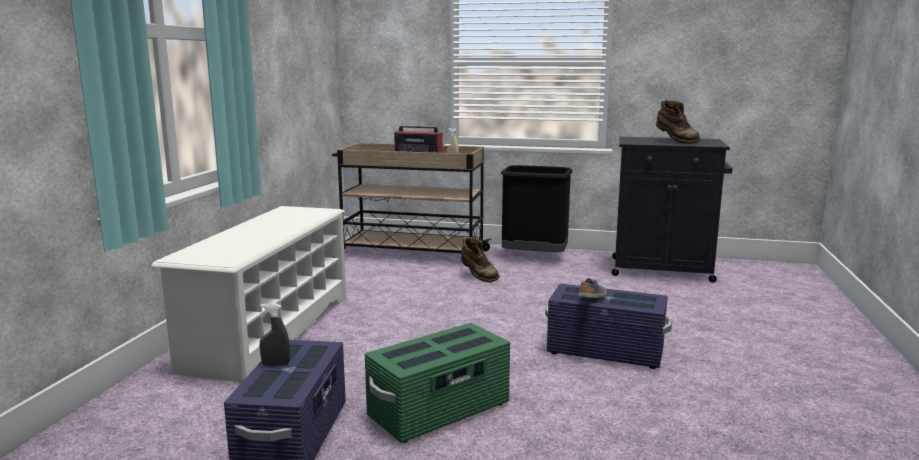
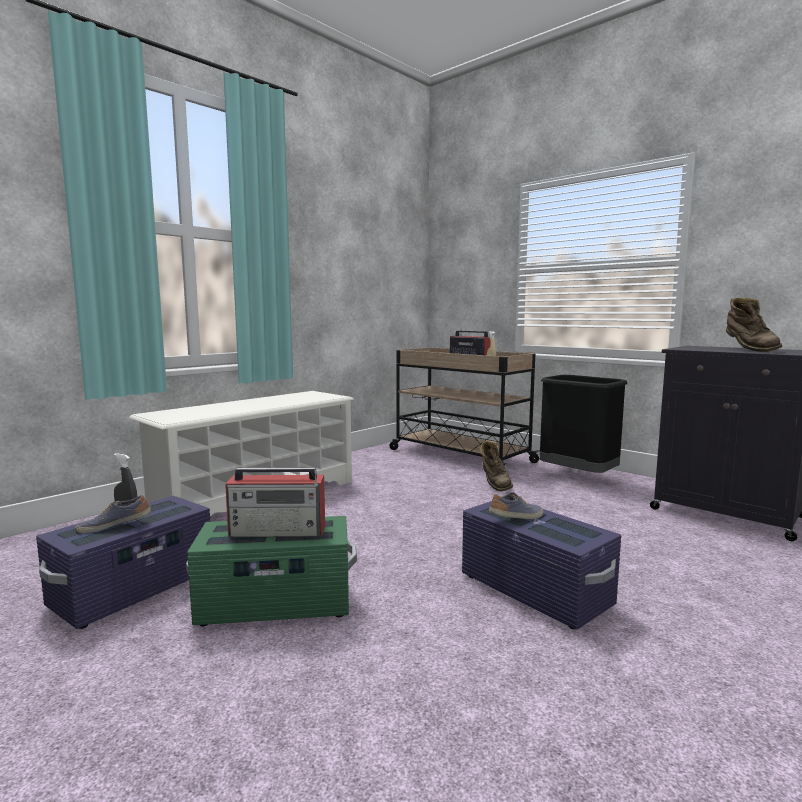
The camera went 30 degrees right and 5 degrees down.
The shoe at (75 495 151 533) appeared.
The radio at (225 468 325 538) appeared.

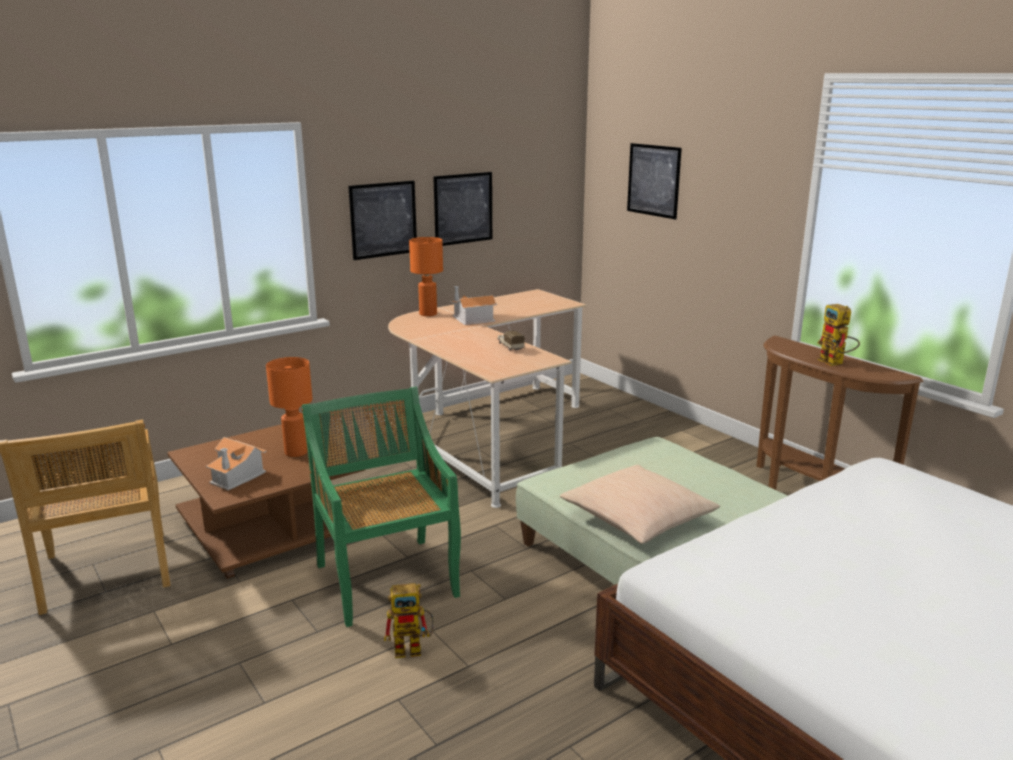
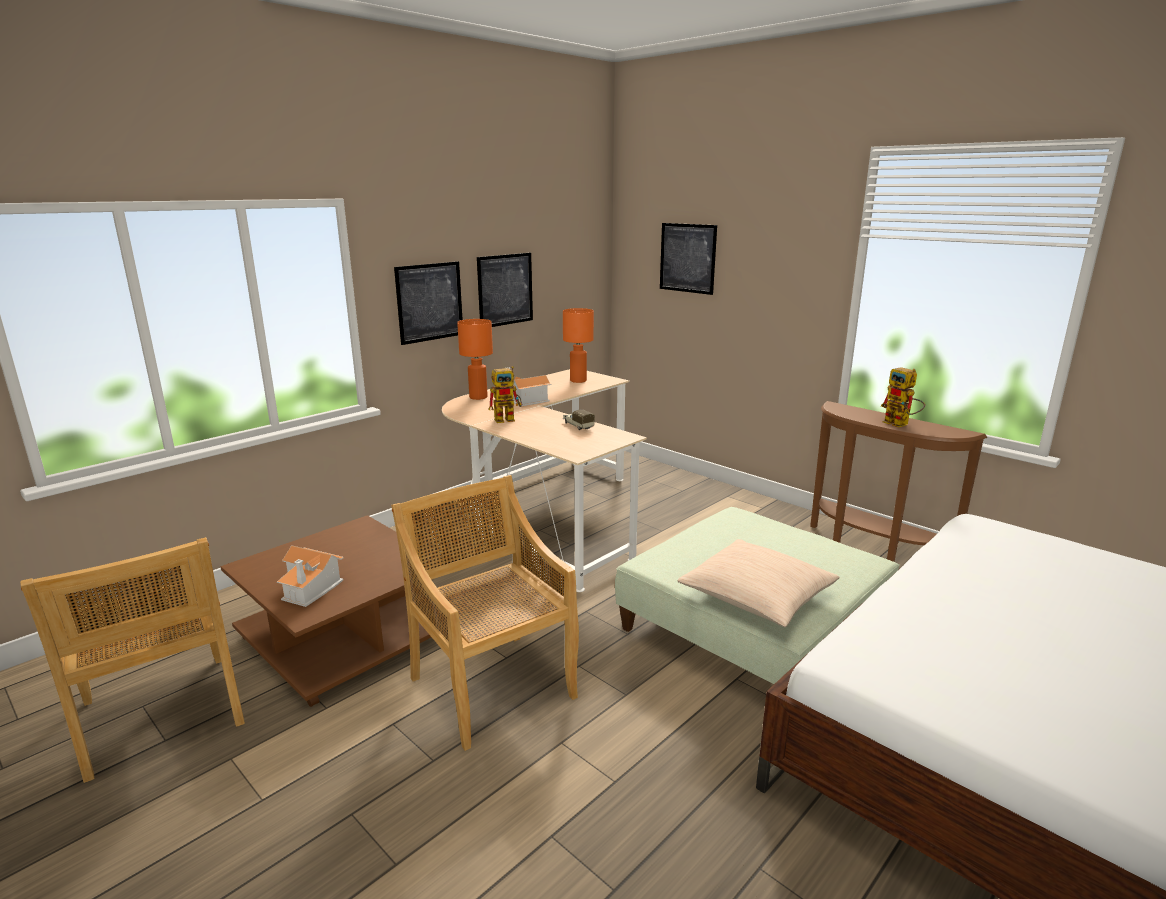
The camera went 10 degrees left and 0 degrees up.
The green chair at (302 387 461 627) became the beige chair at (391 475 579 751).
The toy robot moved from (384 583 434 658) to (488 366 522 423).
The orange table lamp moved from (266 357 312 457) to (563 308 594 383).

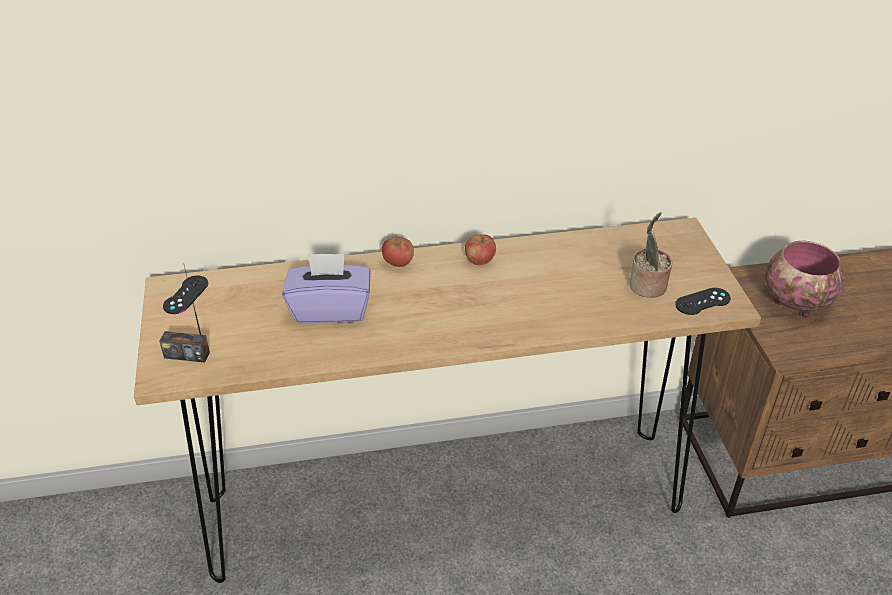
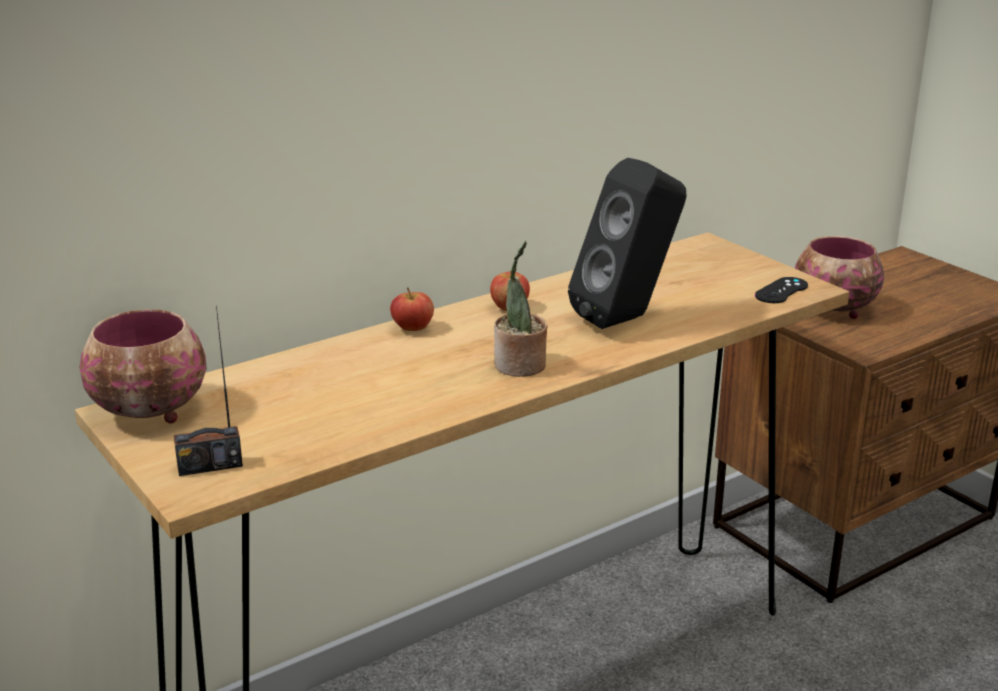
The camera went 25 degrees left and 15 degrees down.
The black game controller at (163 276 208 314) was replaced by the bowl at (80 309 207 423).
The potted plant moved from (630 212 672 298) to (494 241 547 377).
The black speaker at (568 158 687 329) appeared.
The purple tissue box at (282 253 370 323) disappeared.

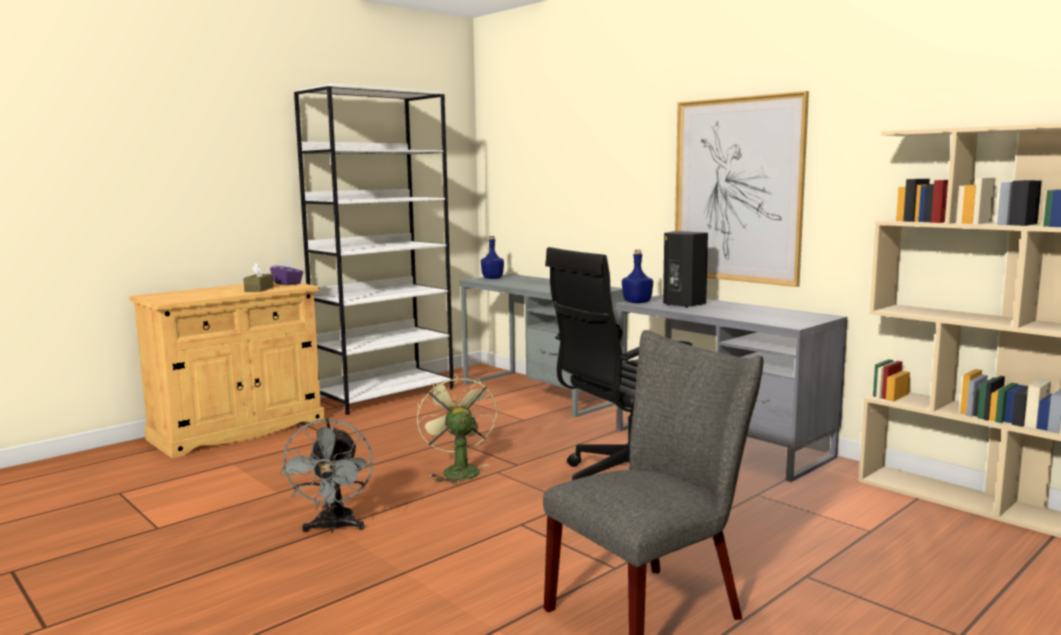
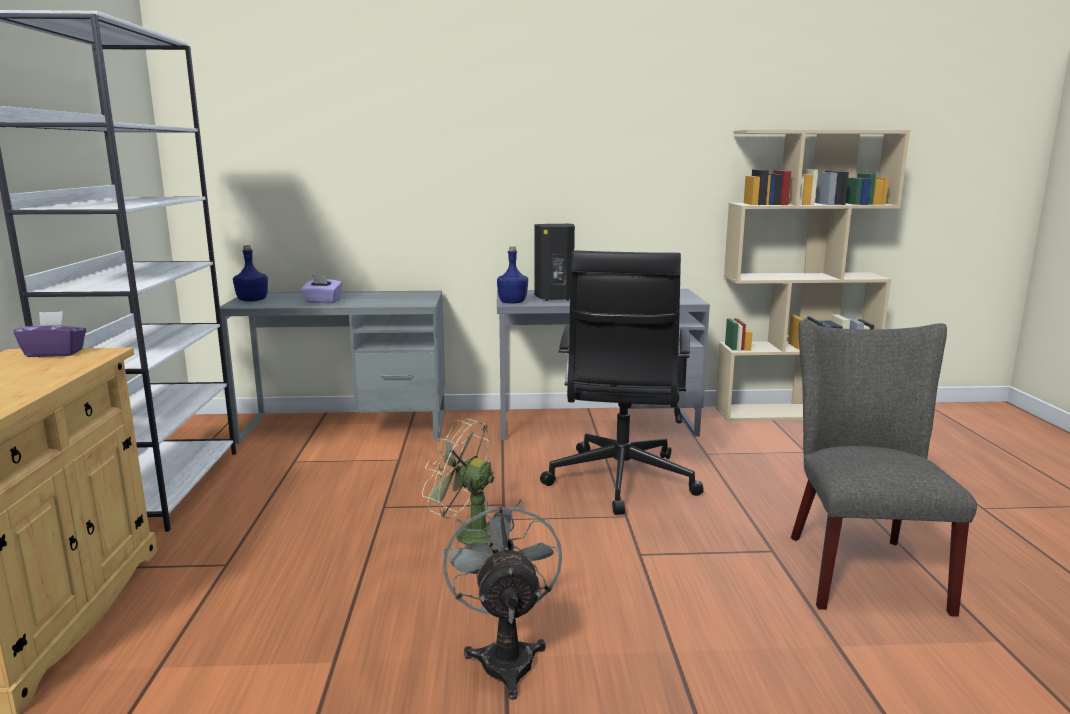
The camera went 50 degrees left and 5 degrees up.
The purple tissue box at (301 275 342 303) appeared.
The grey fan at (280 418 373 533) turned 135 degrees counterclockwise.
The brown tissue box at (243 263 274 292) disappeared.
The picture at (675 91 809 287) disappeared.

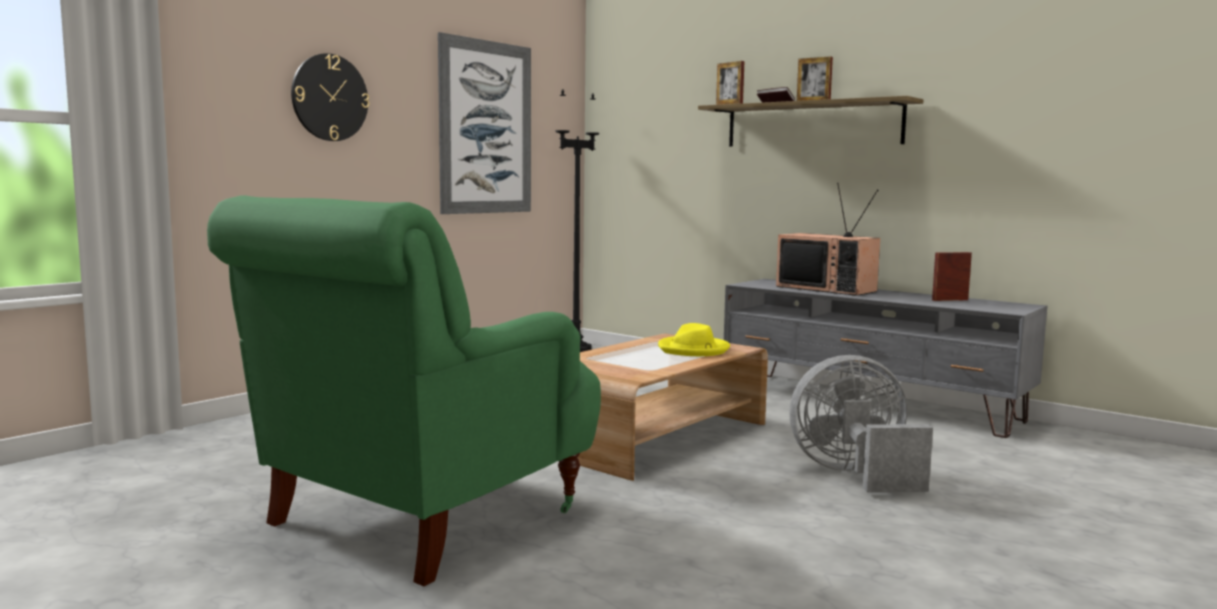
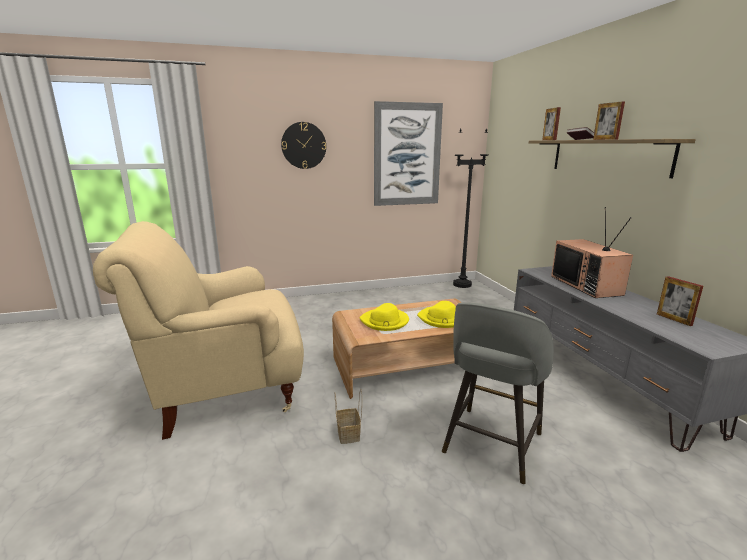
The camera went 35 degrees right and 10 degrees up.
The green armchair at (207 195 601 586) became the beige armchair at (93 221 304 440).
The basket at (335 389 362 444) appeared.
The yellow hat at (360 303 409 331) appeared.
The grey fan at (789 355 933 492) was replaced by the grey stool at (442 303 554 484).
The picture frame at (932 252 972 301) turned 135 degrees counterclockwise.

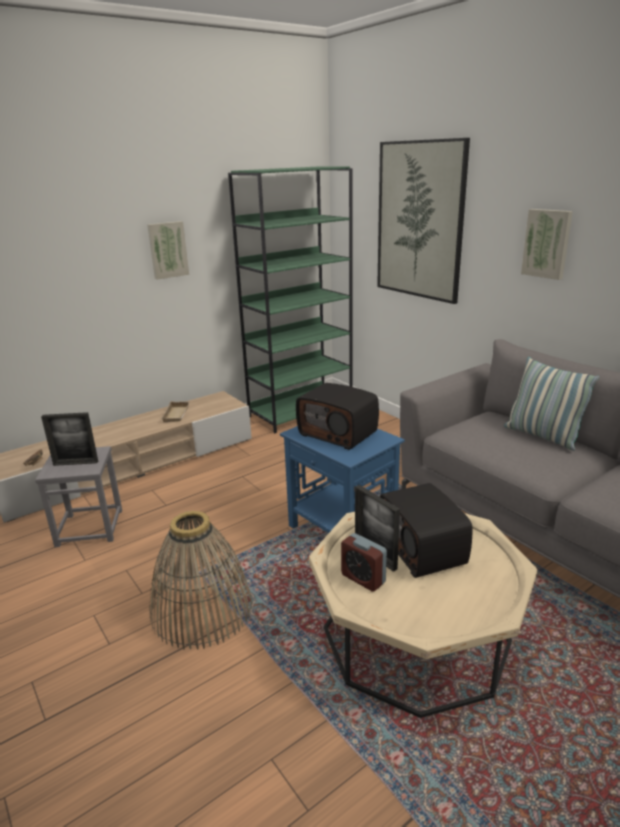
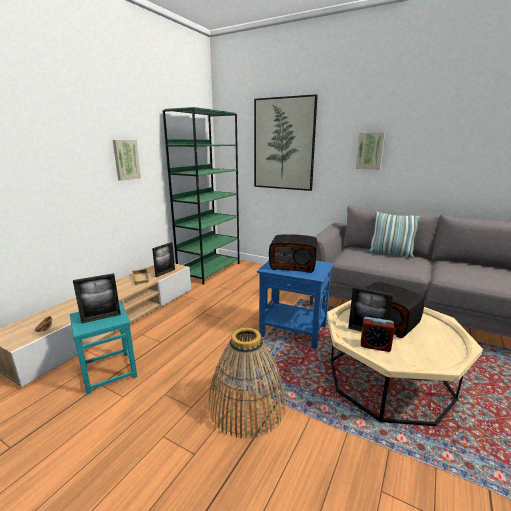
The camera went 25 degrees left and 5 degrees down.
The grey stool at (35 446 122 547) became the turquoise stool at (70 302 137 394).
The picture frame at (152 242 175 277) appeared.

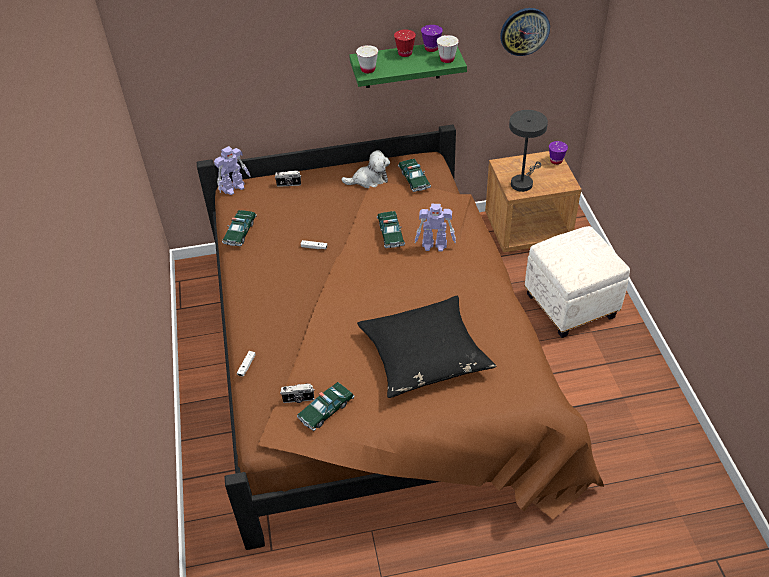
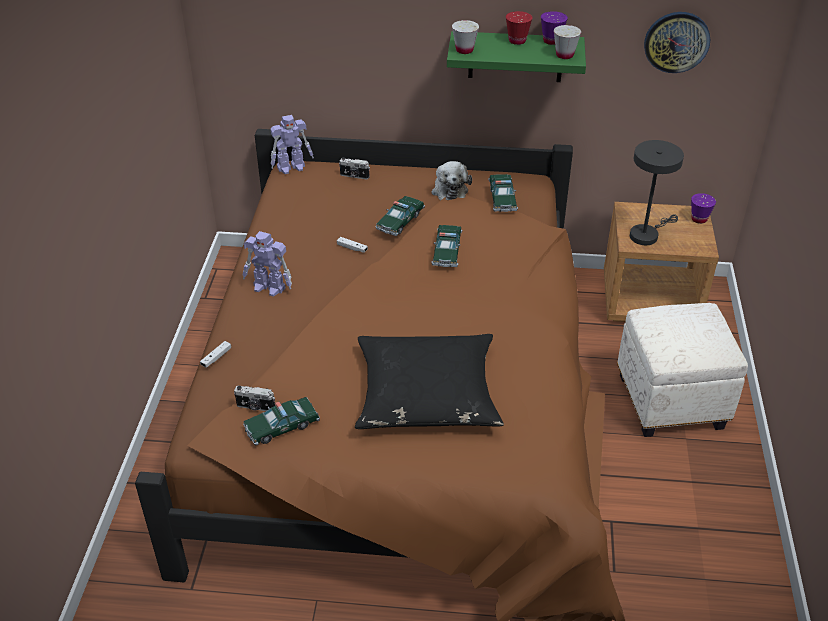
The camera went 15 degrees right and 5 degrees down.
The toy robot moved from (415 204 456 252) to (242 231 292 297).
The toy car moved from (222 210 257 246) to (375 196 425 236).
The plush toy at (341 150 390 188) turned 75 degrees clockwise.

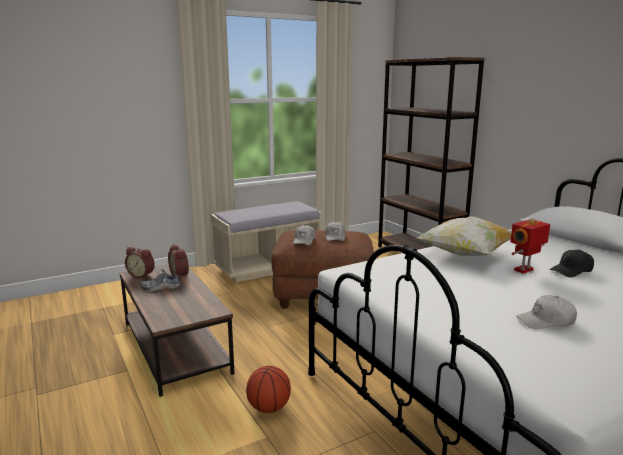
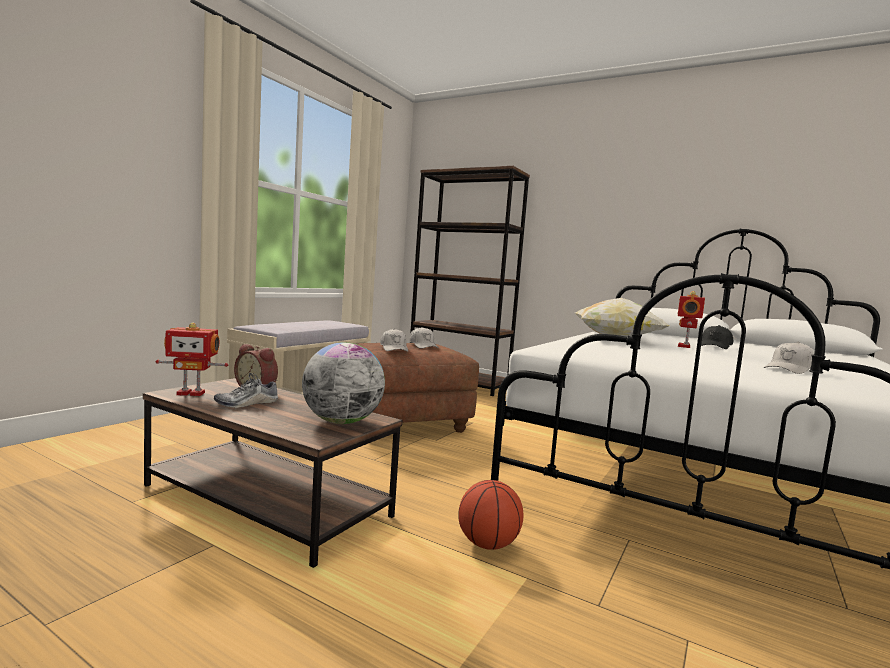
The camera went 30 degrees left and 10 degrees down.
The alarm clock at (125 247 155 278) was replaced by the toy robot at (156 323 228 396).
The globe at (302 342 385 424) appeared.

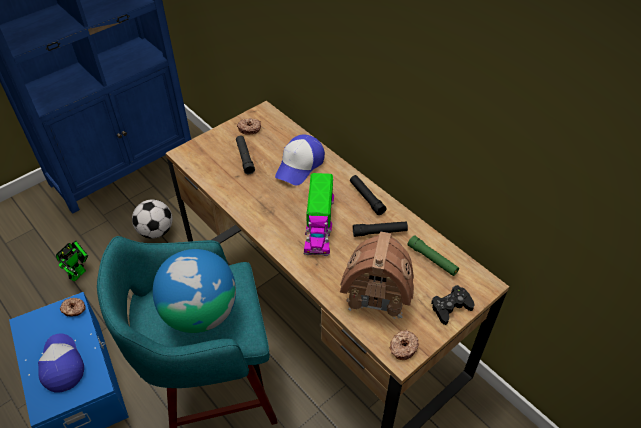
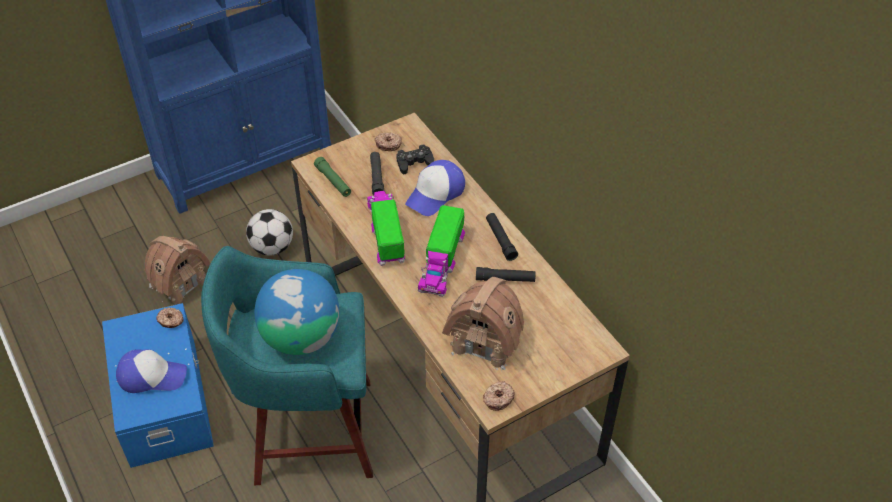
The camera went 10 degrees right and 0 degrees up.
The cap at (38 334 84 393) turned 105 degrees clockwise.
The toy robot at (56 241 88 282) was replaced by the toy house at (145 236 211 304).
The green flashlight moved from (408 235 459 276) to (314 157 351 197).
The toy truck at (367 191 405 266) appeared.
The black game controller moved from (431 285 475 325) to (396 144 434 174).

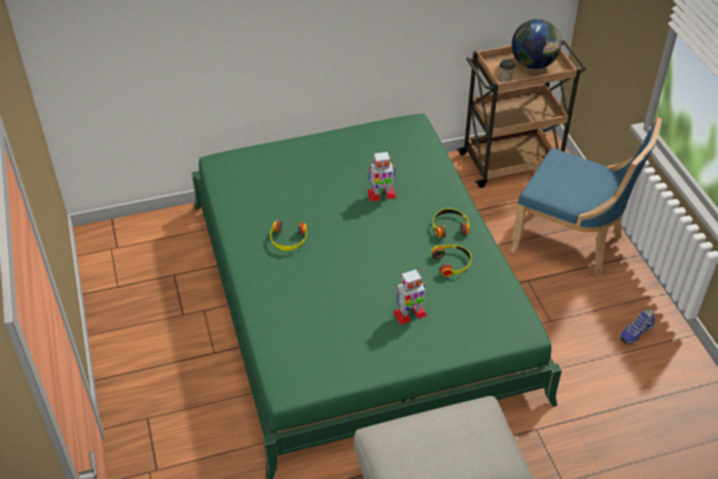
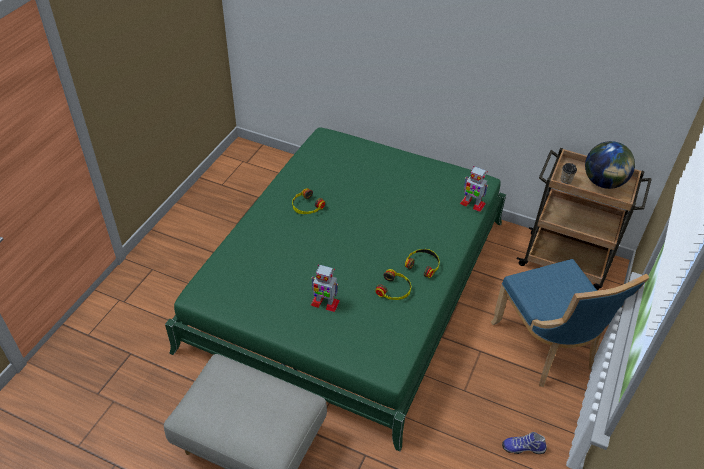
The camera went 40 degrees right and 0 degrees up.
The toy robot moved from (367 151 396 201) to (460 166 488 212).

